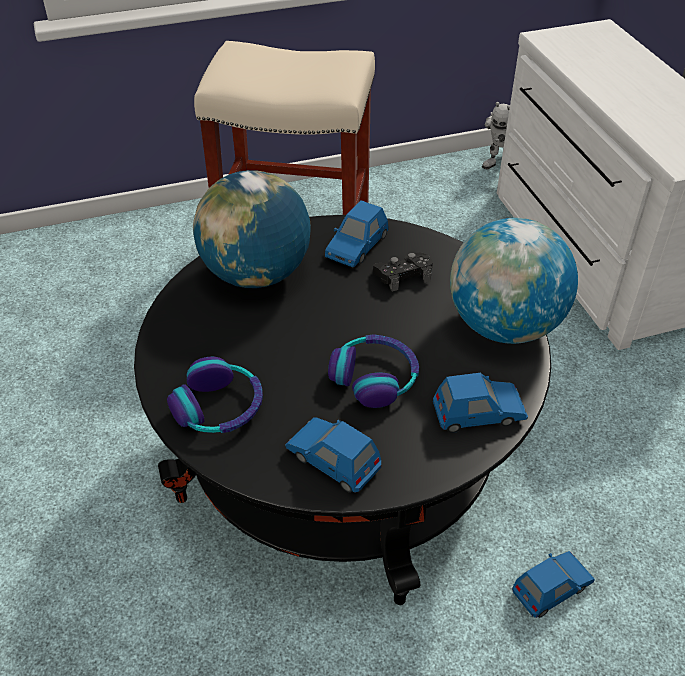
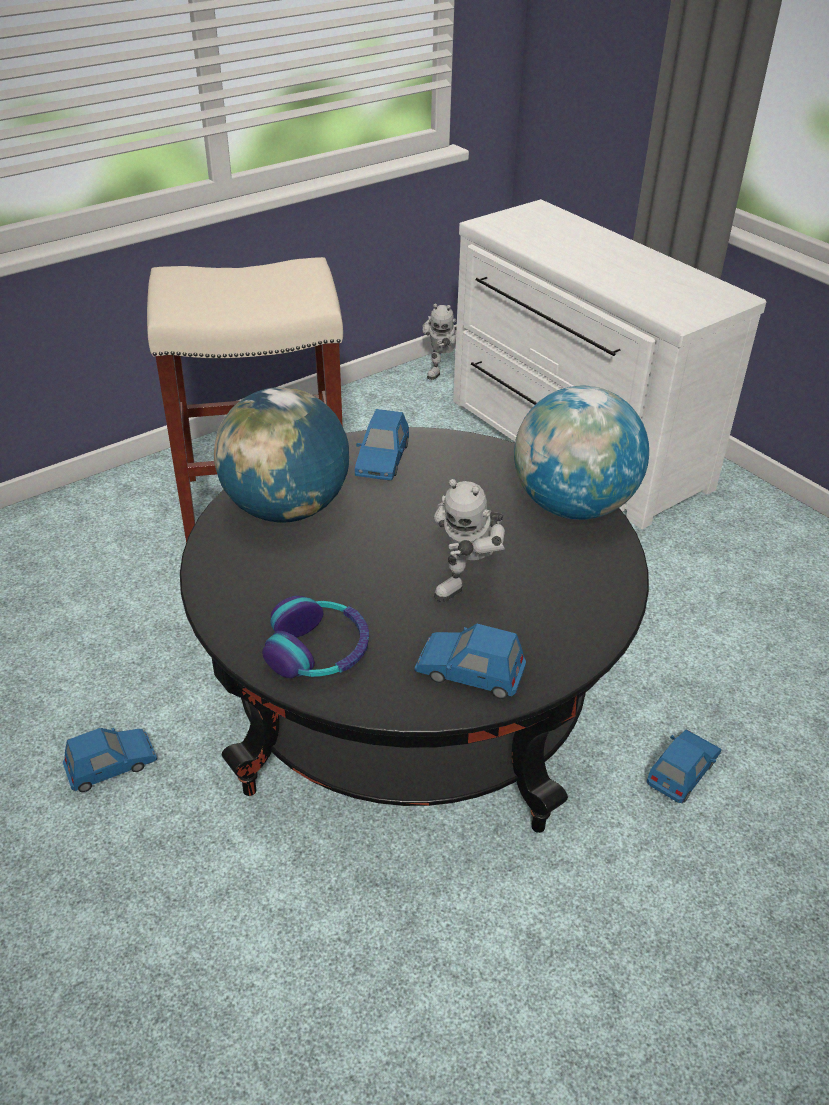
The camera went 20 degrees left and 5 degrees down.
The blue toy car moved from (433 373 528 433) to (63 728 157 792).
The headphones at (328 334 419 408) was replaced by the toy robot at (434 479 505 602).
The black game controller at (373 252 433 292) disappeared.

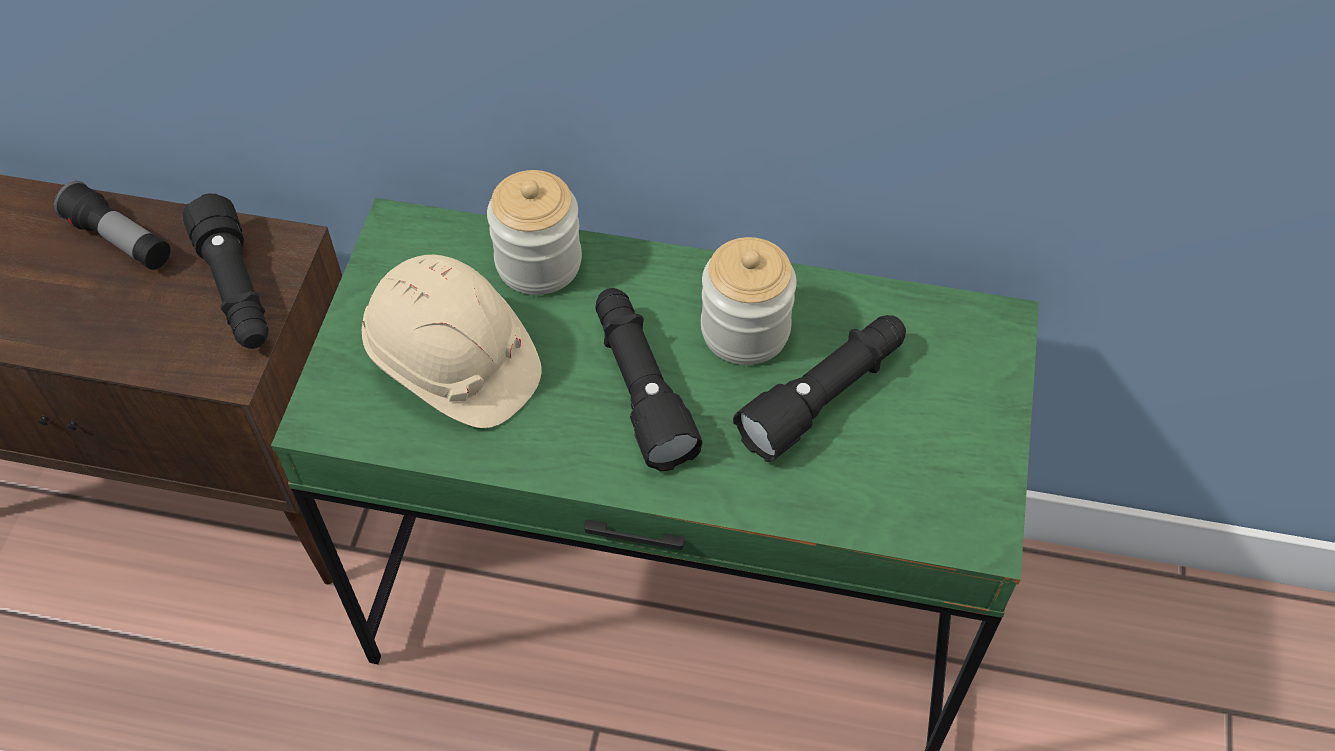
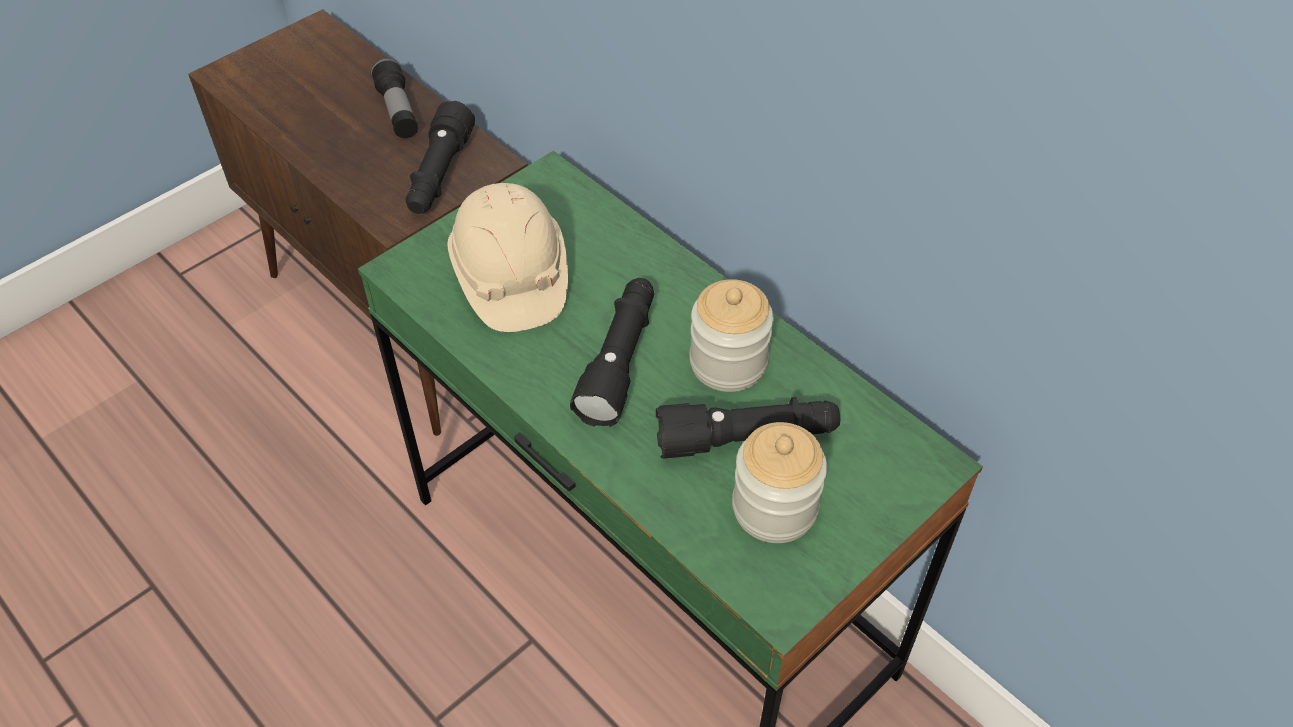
The camera went 35 degrees right and 5 degrees down.
The jar moved from (487 170 582 295) to (732 422 827 543).

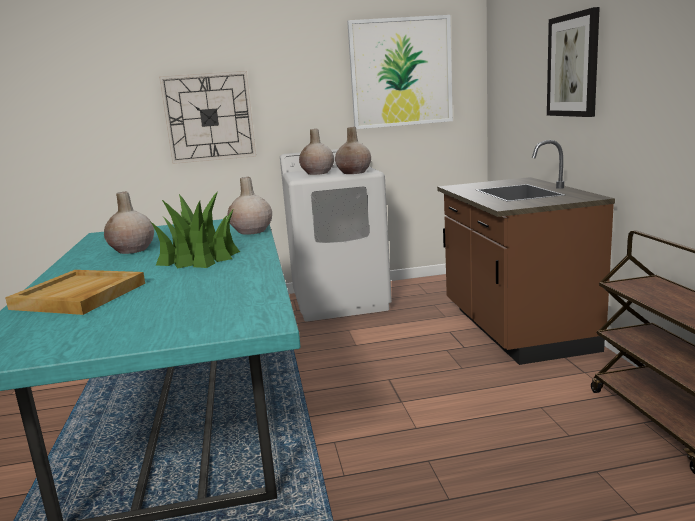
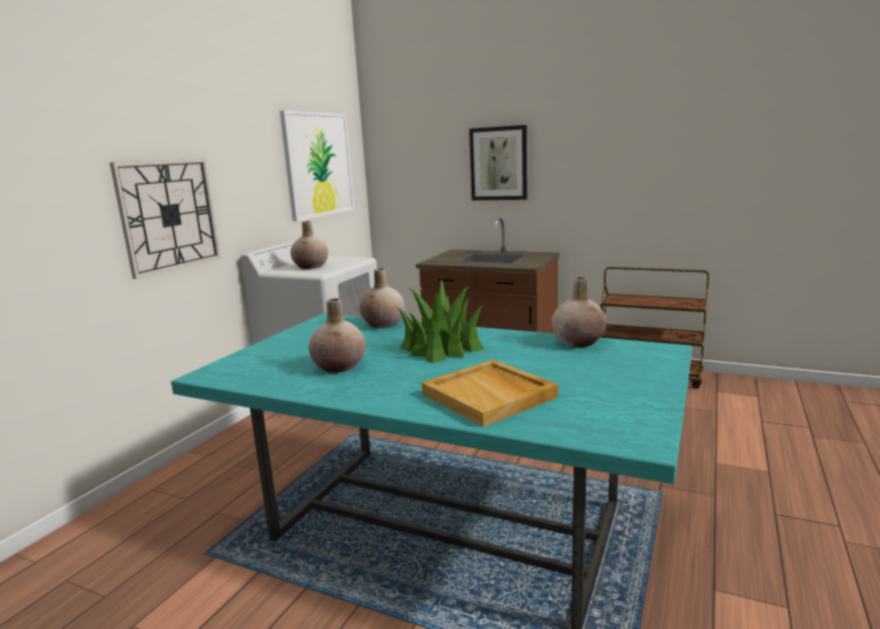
The camera went 55 degrees left and 0 degrees up.
The beige vase moved from (335 127 371 174) to (551 277 606 347).

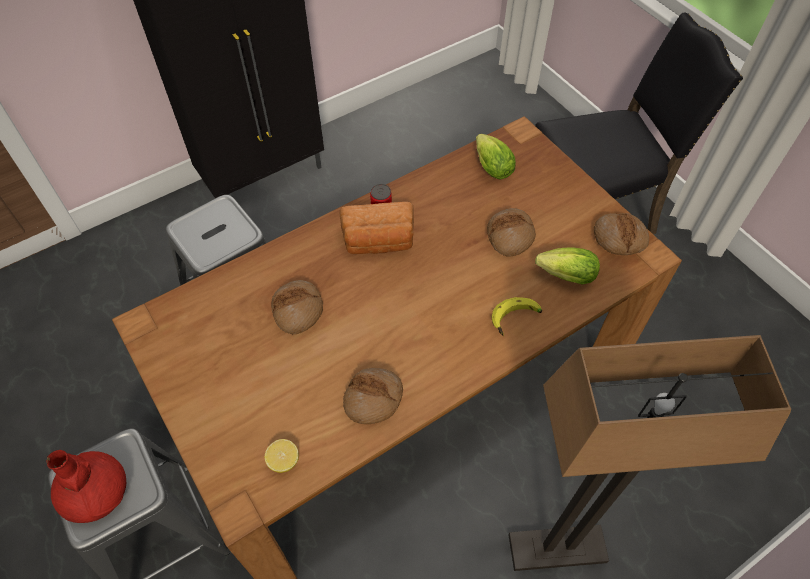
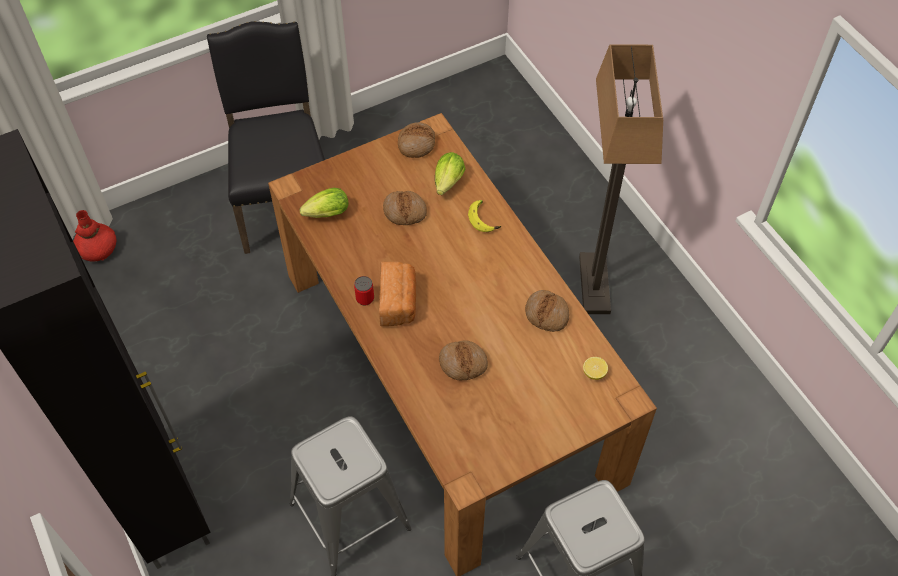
The camera went 85 degrees left and 0 degrees up.
The red vase moved from (46 450 126 523) to (73 210 116 261).

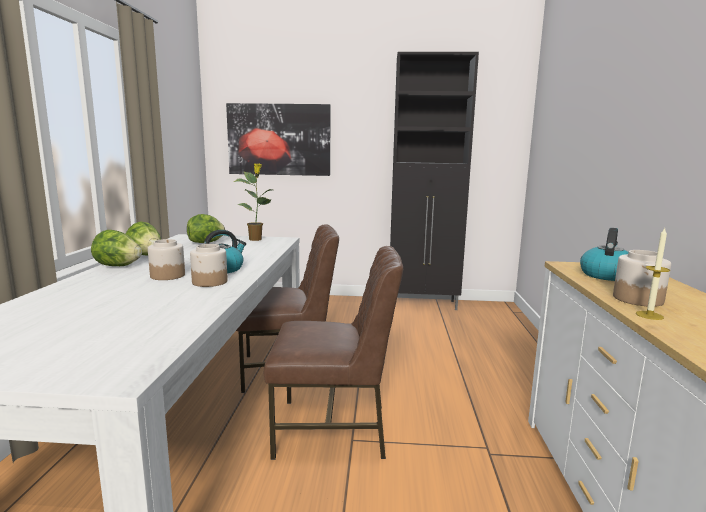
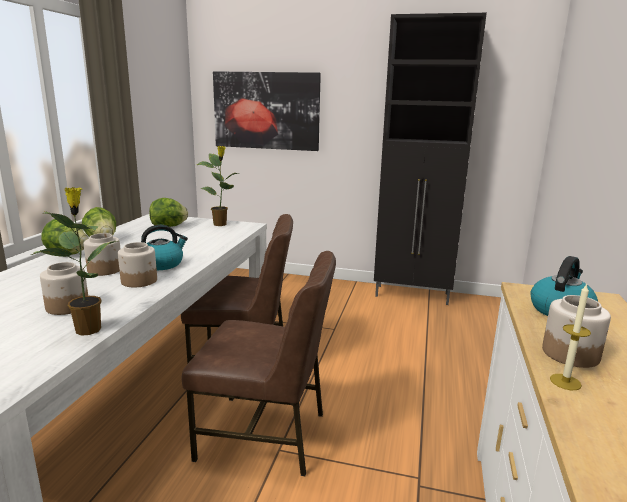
The camera went 10 degrees right and 5 degrees up.
The potted plant at (31 187 118 336) appeared.
The jar at (40 262 88 315) appeared.

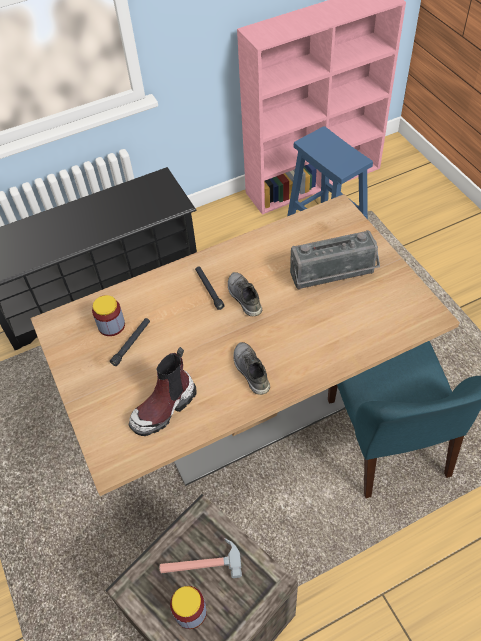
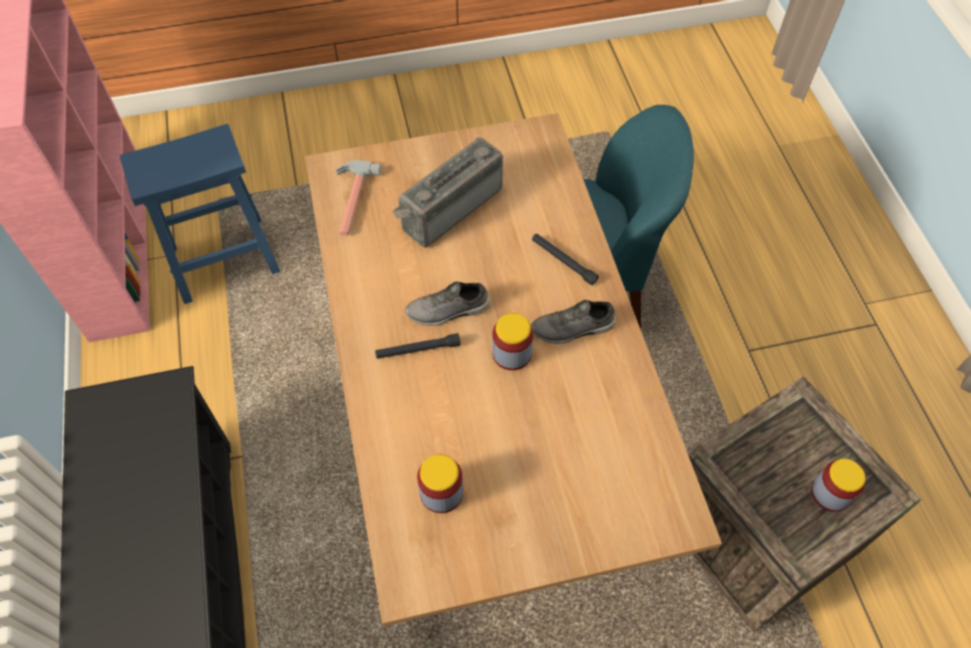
The camera went 80 degrees left and 5 degrees up.
The hammer moved from (159 538 242 578) to (336 160 381 236).
The radio at (290 230 380 290) turned 135 degrees counterclockwise.
The jar at (492 313 533 370) appeared.
The black flashlight moved from (110 318 150 366) to (532 234 599 285).
The boot at (128 347 196 436) disappeared.

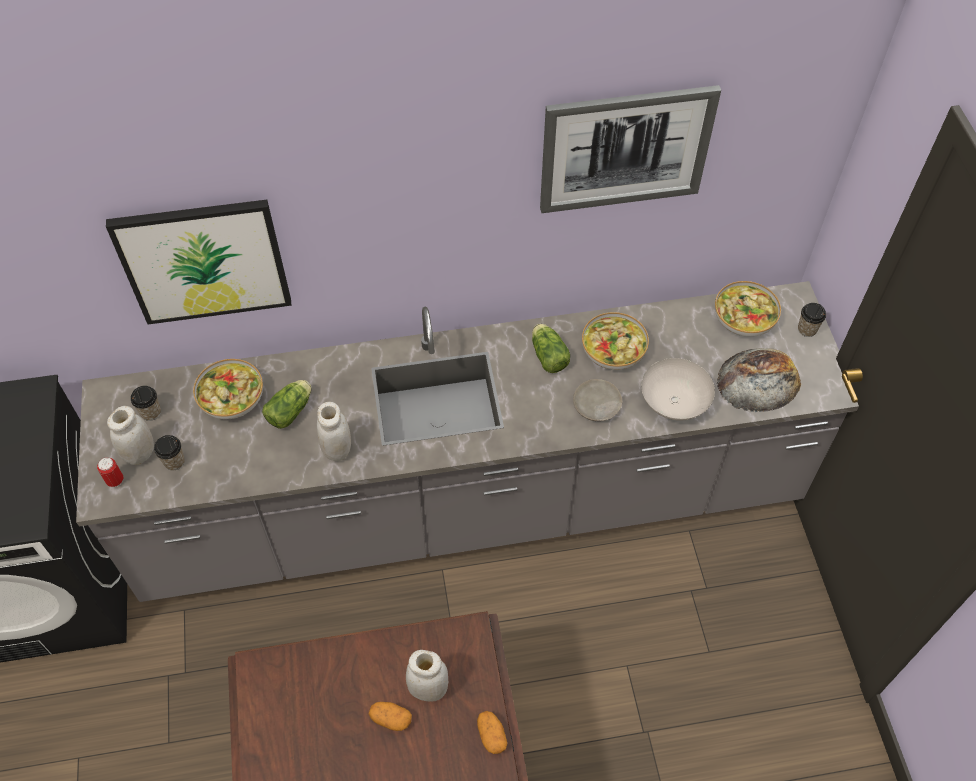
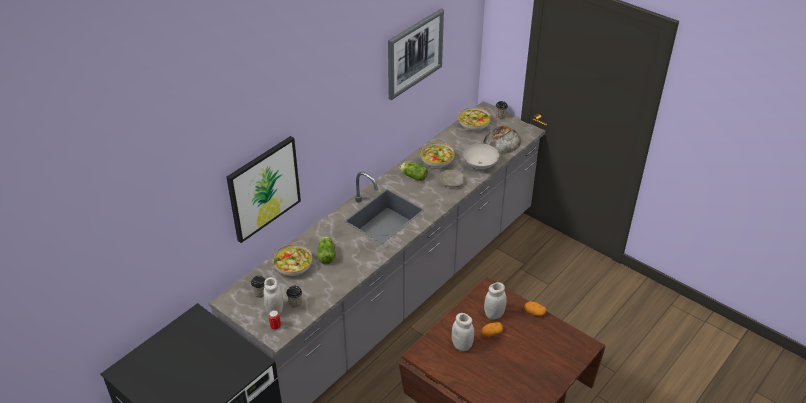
The camera went 40 degrees left and 15 degrees down.
The white jar moved from (317 402 351 461) to (452 313 474 351).

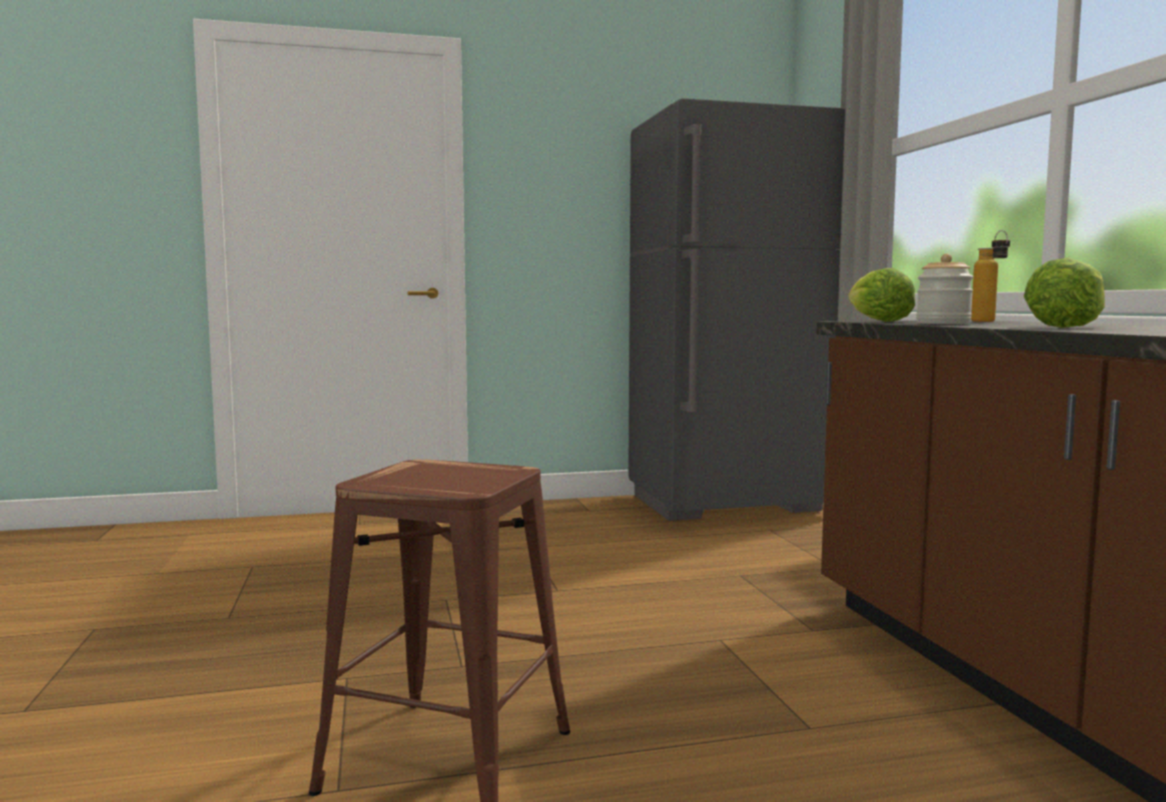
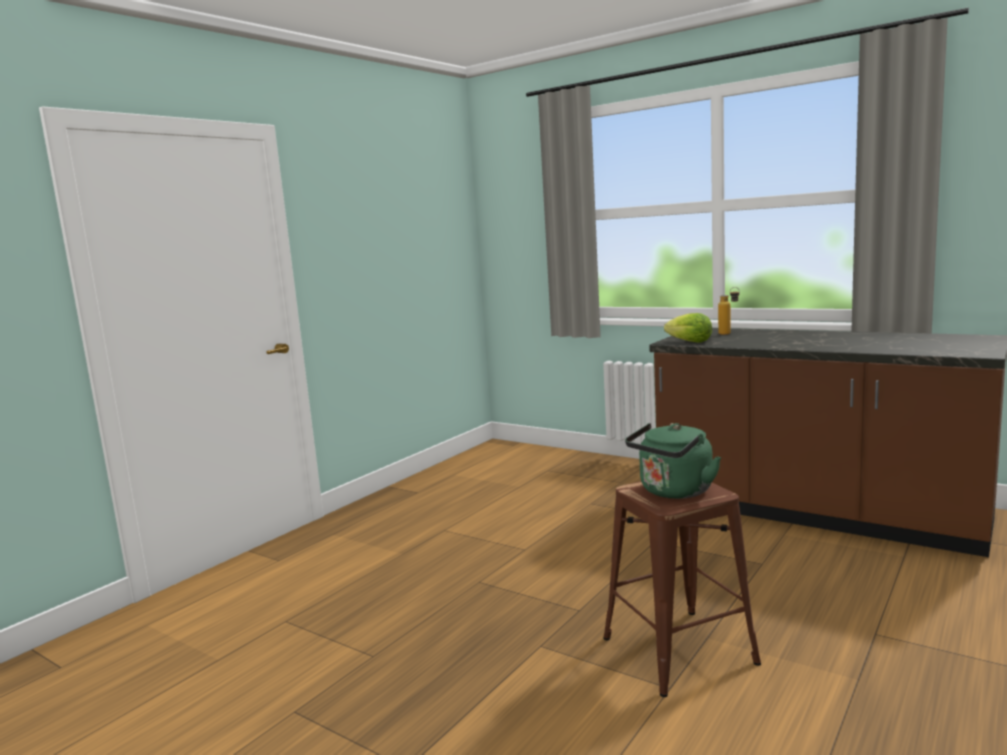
The camera went 40 degrees left and 5 degrees up.
The green kettle at (625 423 721 499) appeared.
The grey fridge at (628 98 845 521) disappeared.
The jar at (916 254 974 324) disappeared.
The lettuce at (1024 258 1105 328) disappeared.

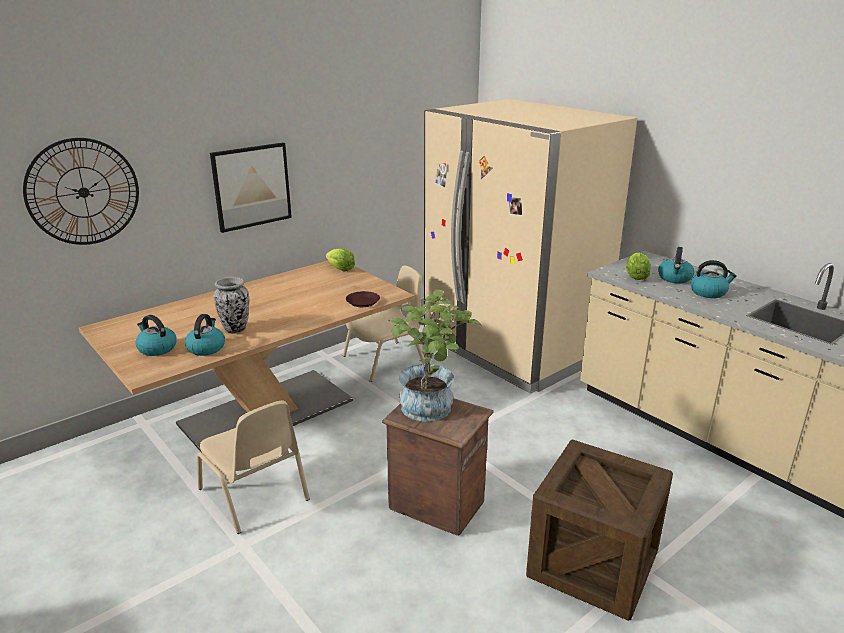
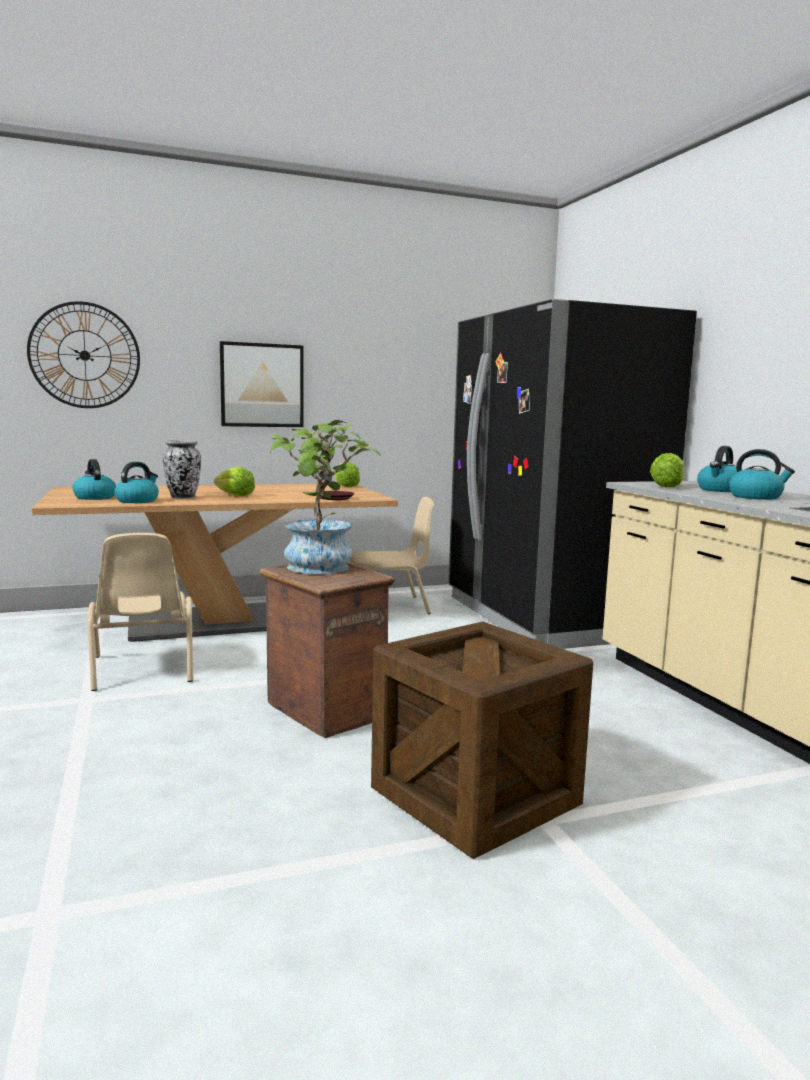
The camera went 20 degrees right and 15 degrees down.
The lettuce at (214 467 255 496) appeared.
The beige fridge at (424 99 637 394) became the black fridge at (449 299 697 649).

